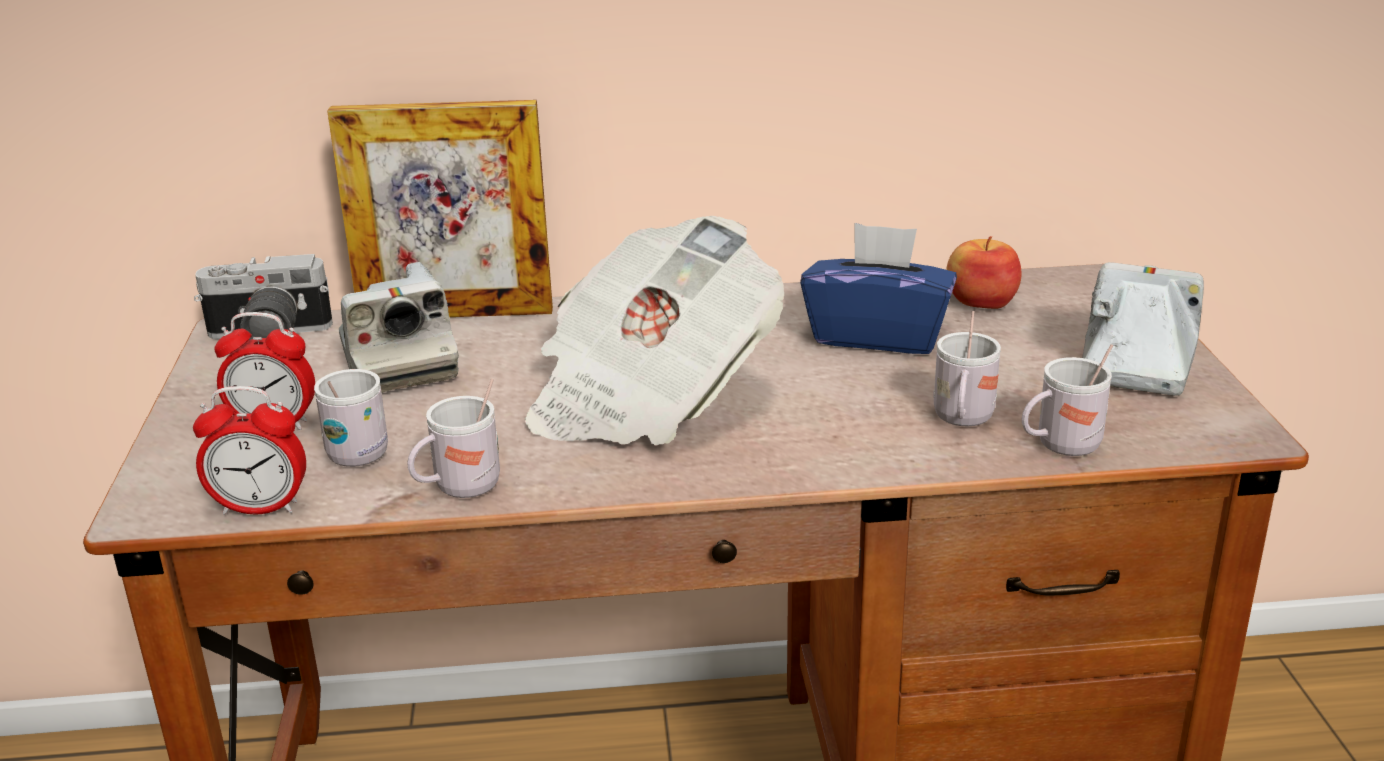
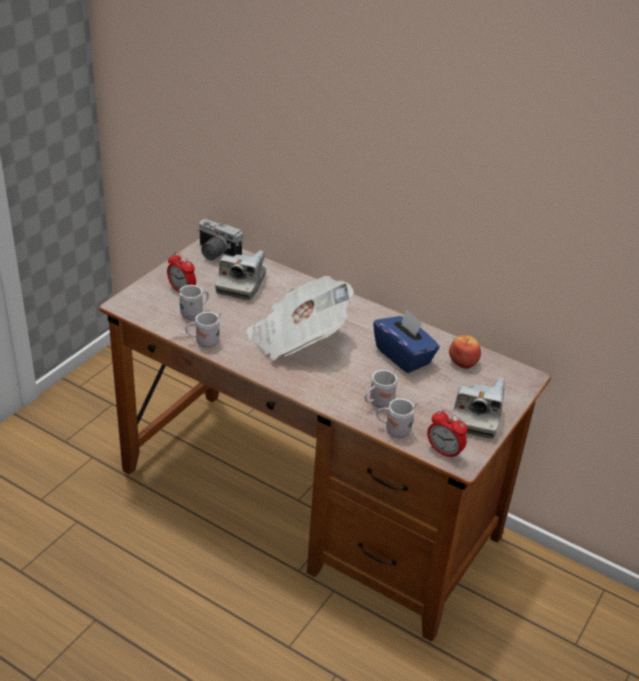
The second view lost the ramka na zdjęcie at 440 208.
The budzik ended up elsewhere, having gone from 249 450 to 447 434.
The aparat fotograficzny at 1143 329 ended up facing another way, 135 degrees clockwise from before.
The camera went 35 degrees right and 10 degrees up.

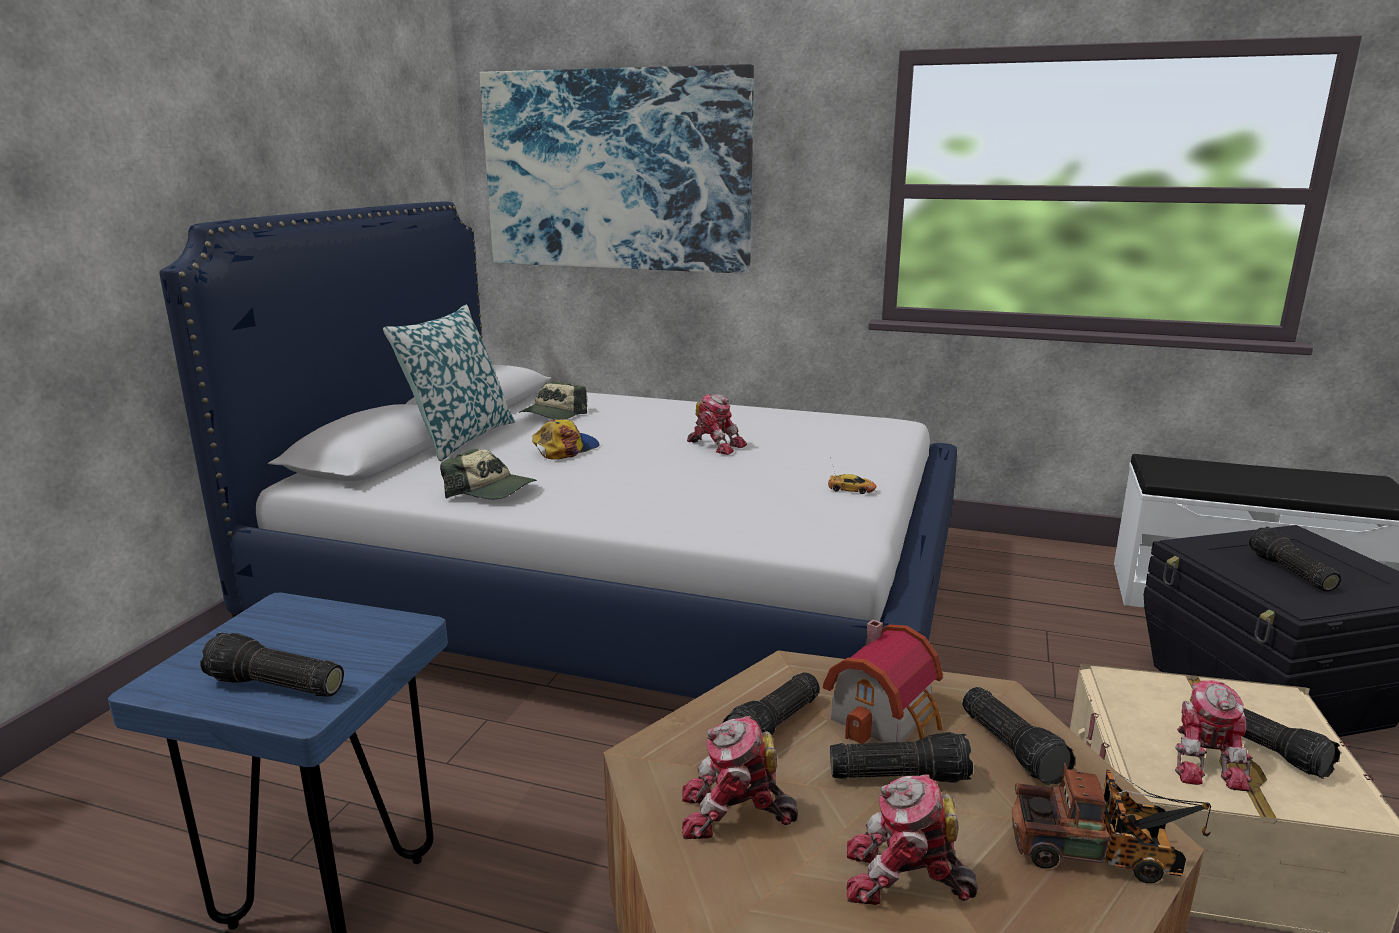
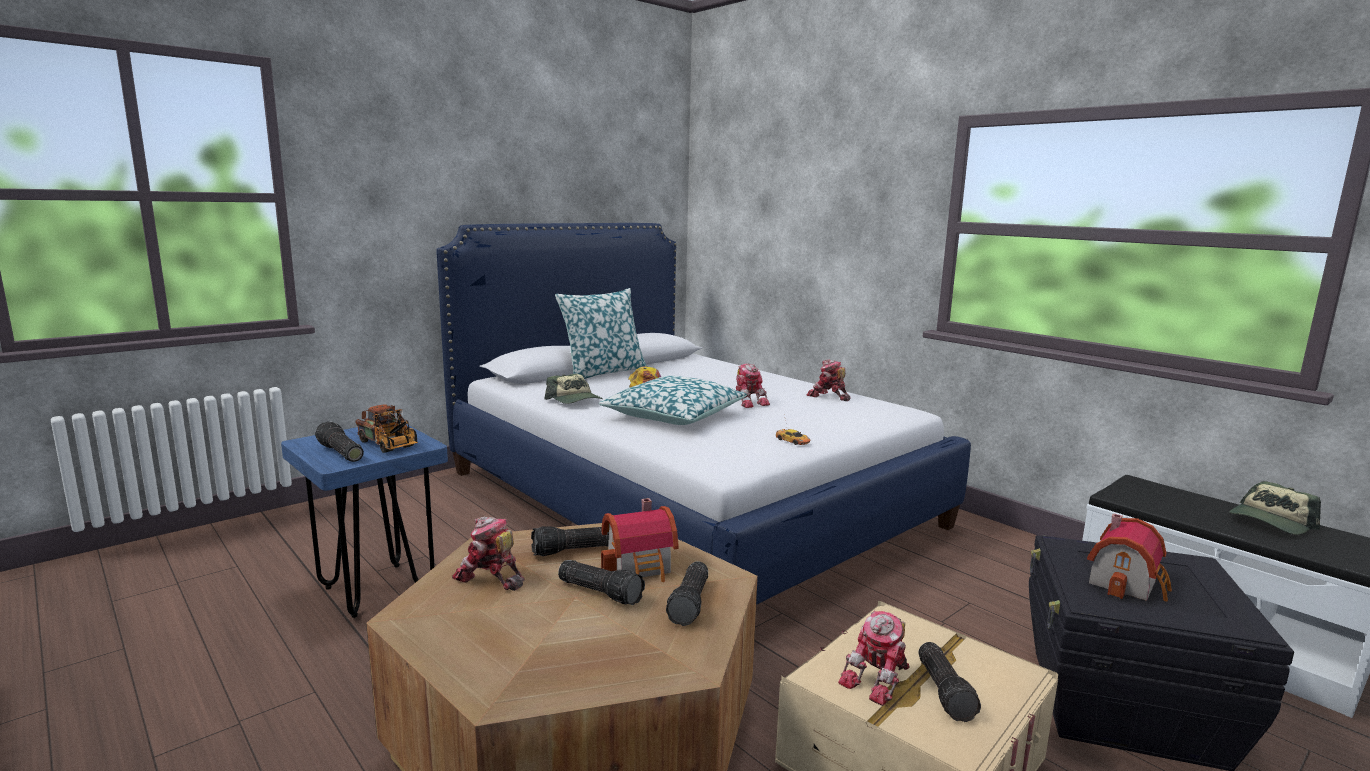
The second view lost the obraz at 617 169.
The second view gained the poduszka at 673 400.
The czapka z daszkiem ended up elsewhere, having gone from 553 400 to 1275 508.
The robot zabawkowy ended up elsewhere, having gone from 912 840 to 828 380.
The ciężarówka zabawkowa ended up elsewhere, having gone from 1111 823 to 386 428.
Where the latarka stood at 1294 559, the domek came to stand at 1129 557.
The camera went 30 degrees right and 5 degrees down.

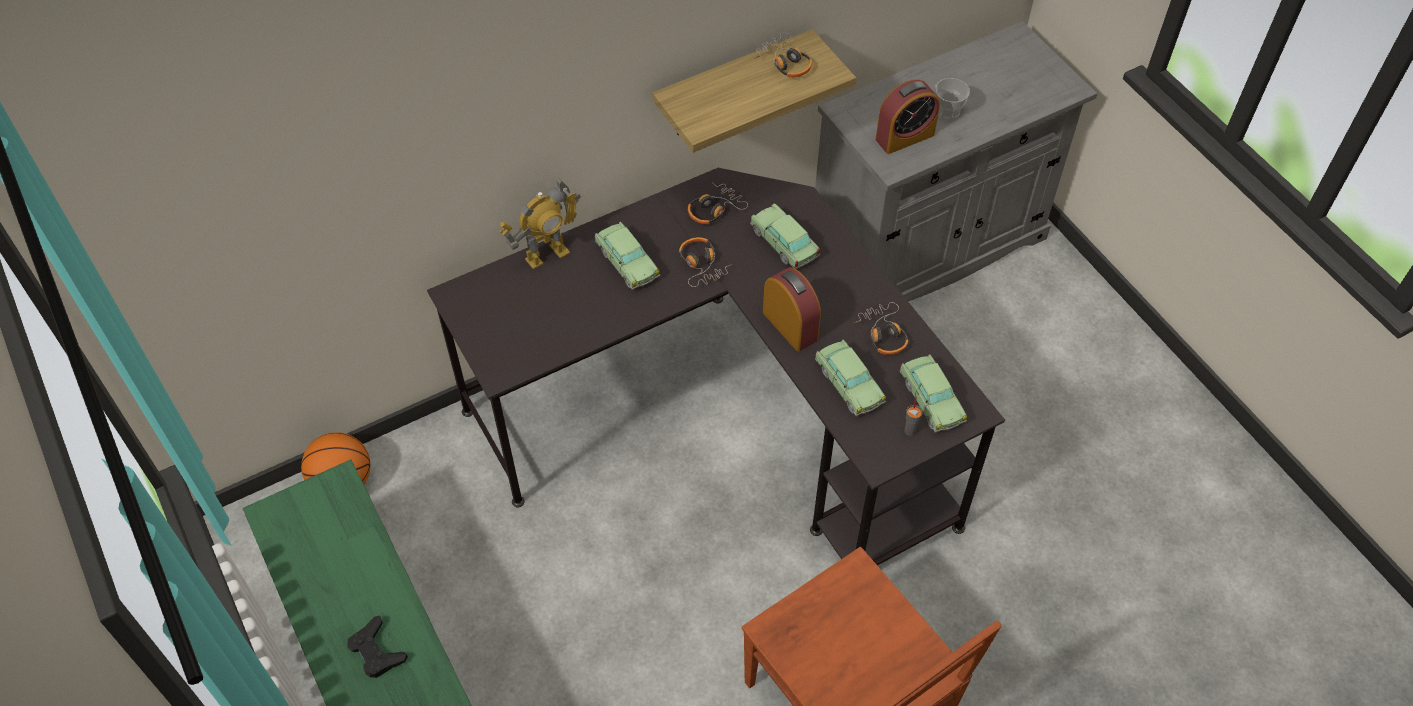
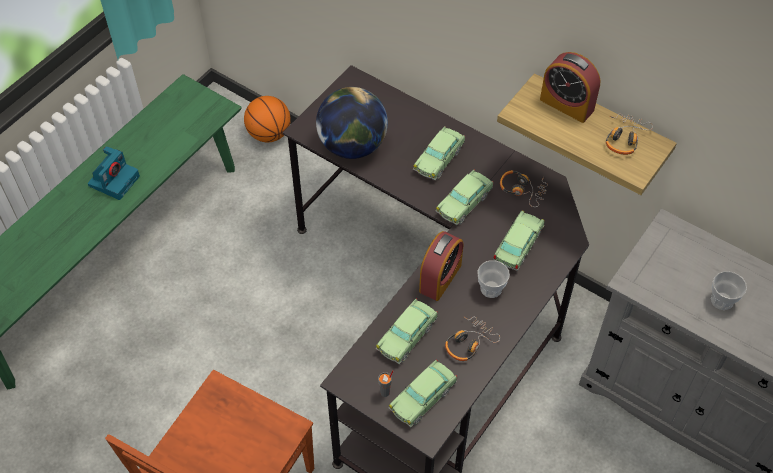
The second view lost the robot zabawkowy at 540 224.
The second view gained the globus at 352 123.
The second view gained the filiżanka at 493 279.
The budzik ended up elsewhere, having gone from 908 116 to 570 87.
Where the pad do gier/czarny stood at 377 647, the aparat fotograficzny came to stand at 114 173.
Where the słuchawki stood at 705 262, the samochodzik came to stand at 464 197.
The camera went 65 degrees right and 0 degrees up.

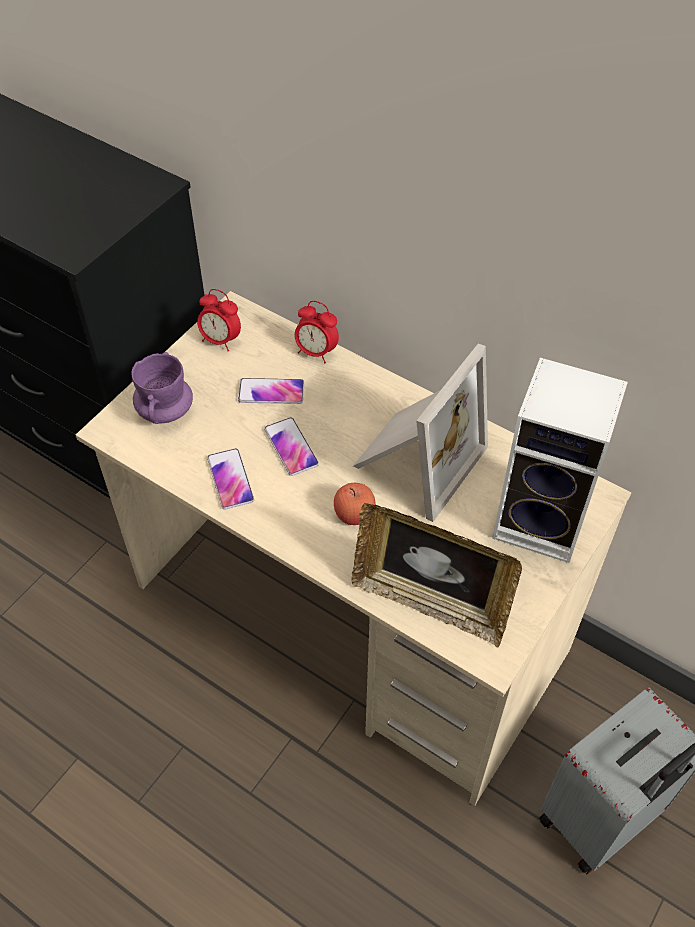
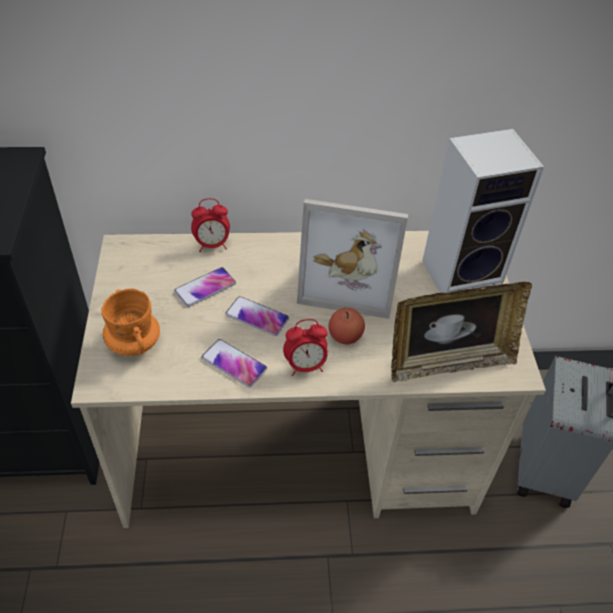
The budzik ended up elsewhere, having gone from 219 320 to 305 347.
What was the kubek/fioletowy at 162 388 turned into the kubek/pomarańczowy at 130 322.
The ramka na zdjęcie at 420 433 ended up facing another way, 105 degrees clockwise from before.
The camera went 40 degrees left and 5 degrees down.

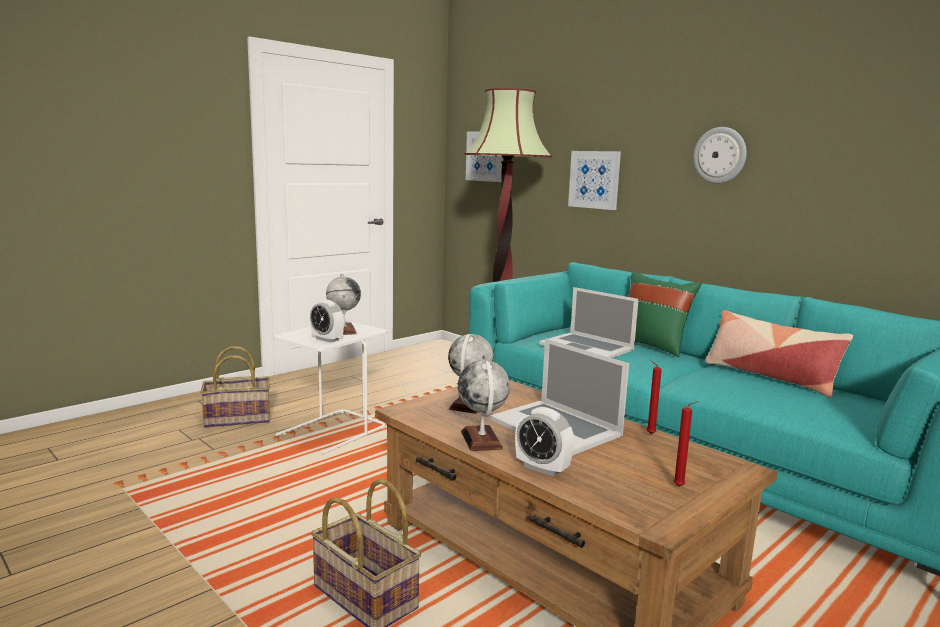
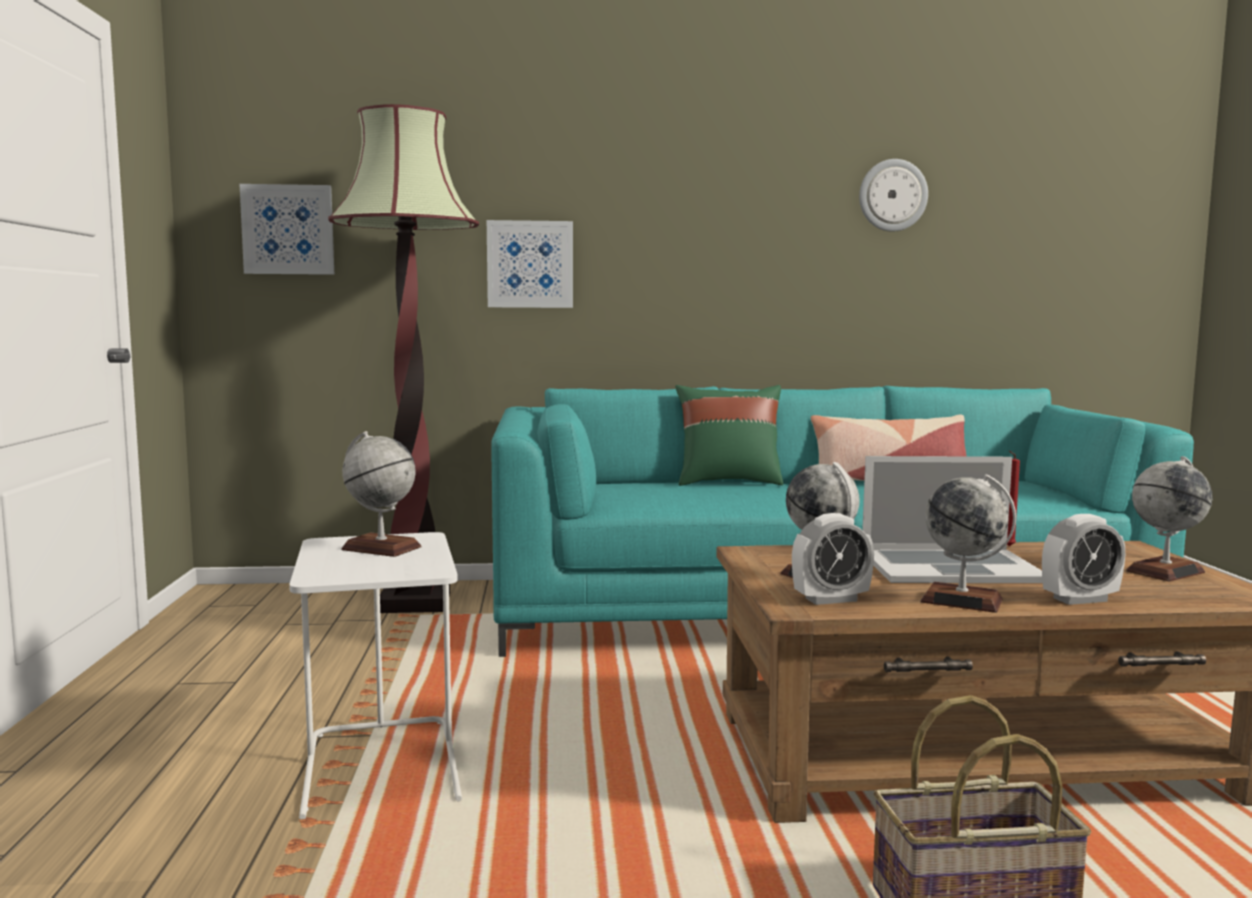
The second view lost the koszyk at 235 387.
The second view lost the laptop at 589 322.
The budzik ended up elsewhere, having gone from 327 321 to 833 559.
The zegar ścienny ended up elsewhere, having gone from 720 155 to 893 195.
Where the świeca/czerwony stood at 686 444, the globus came to stand at 1169 518.
The camera went 50 degrees left and 5 degrees down.

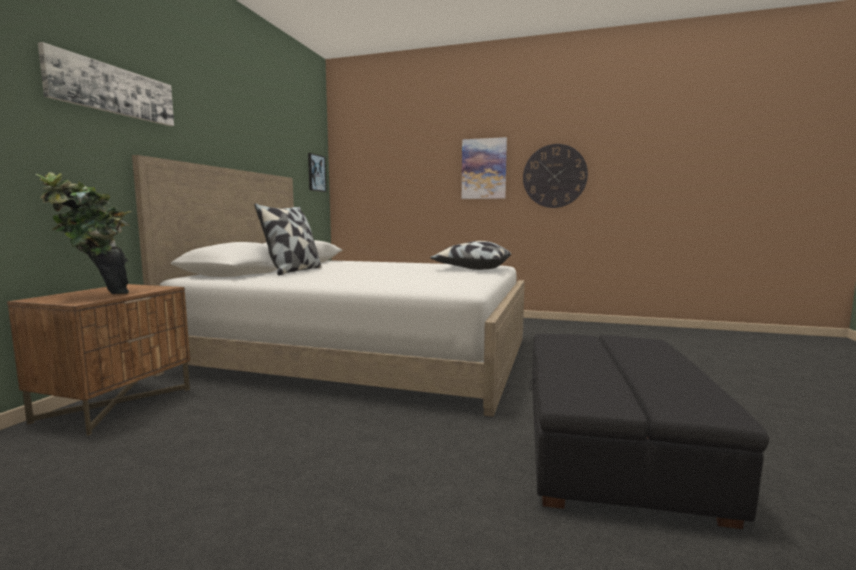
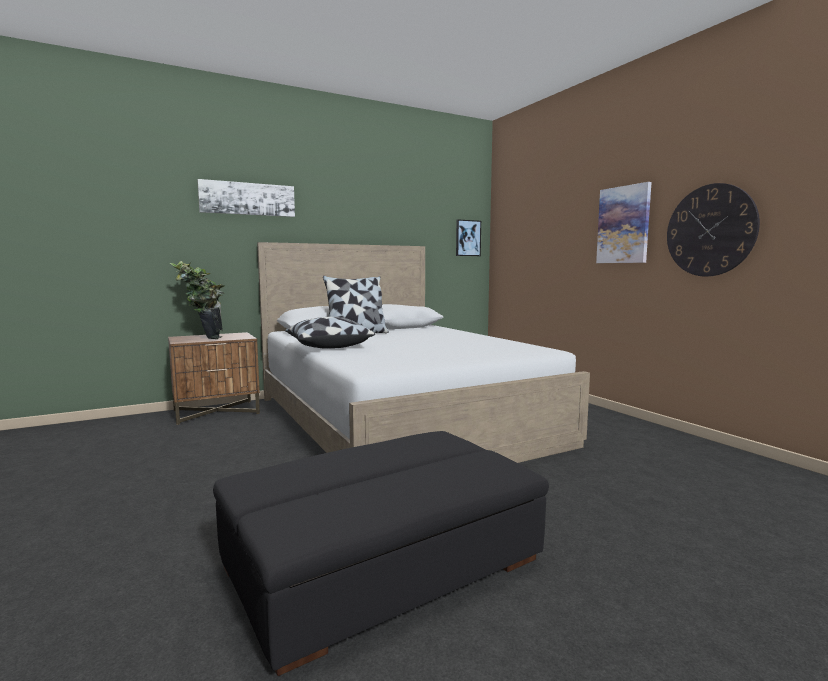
The poduszka ended up elsewhere, having gone from 470 255 to 330 332.
The camera went 45 degrees right and 0 degrees up.

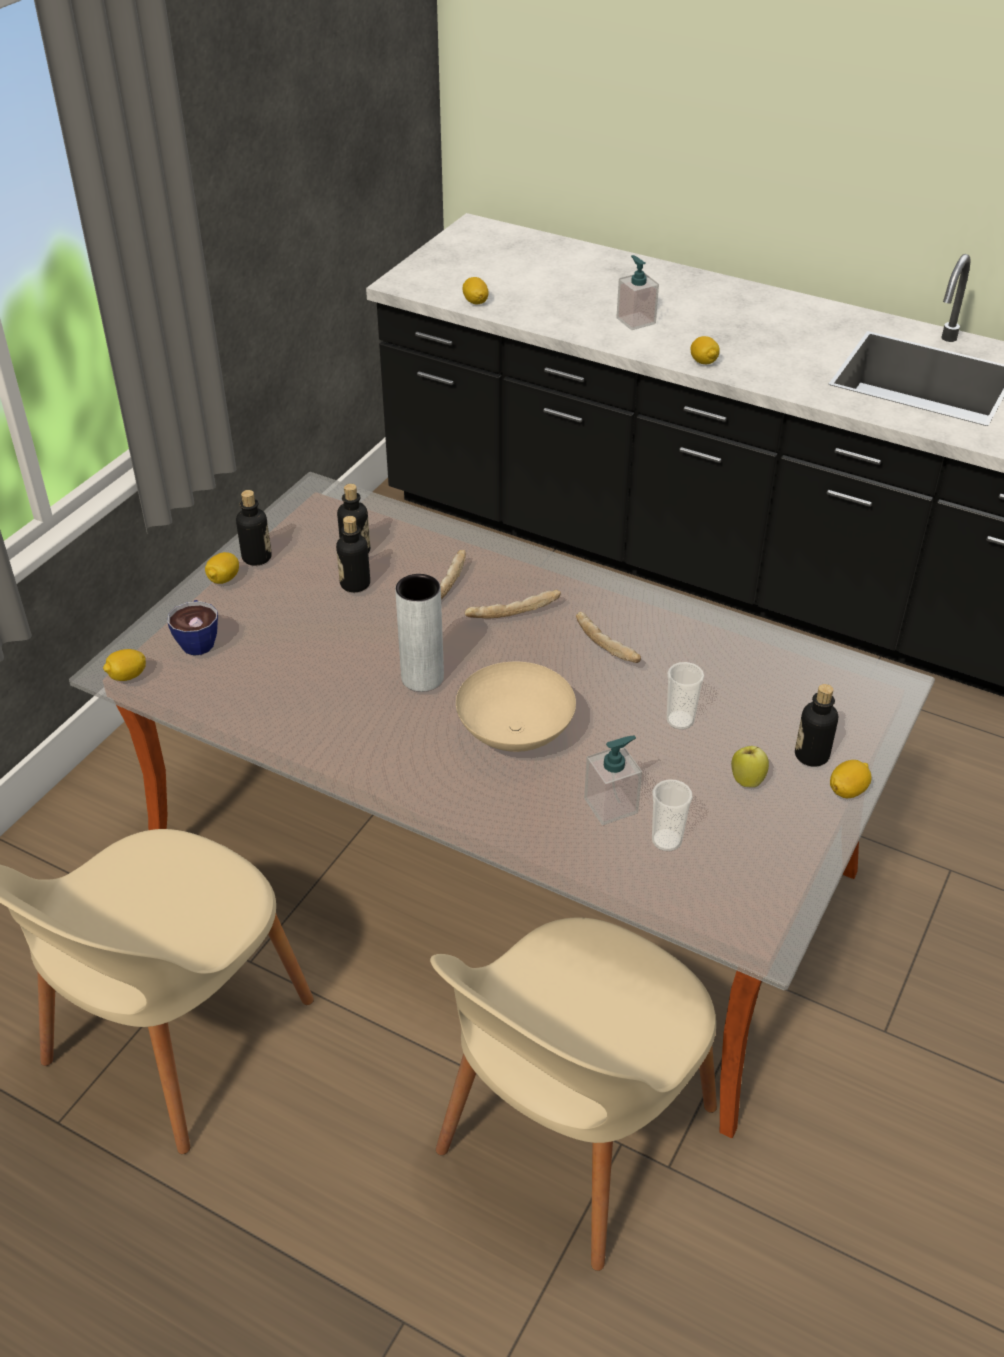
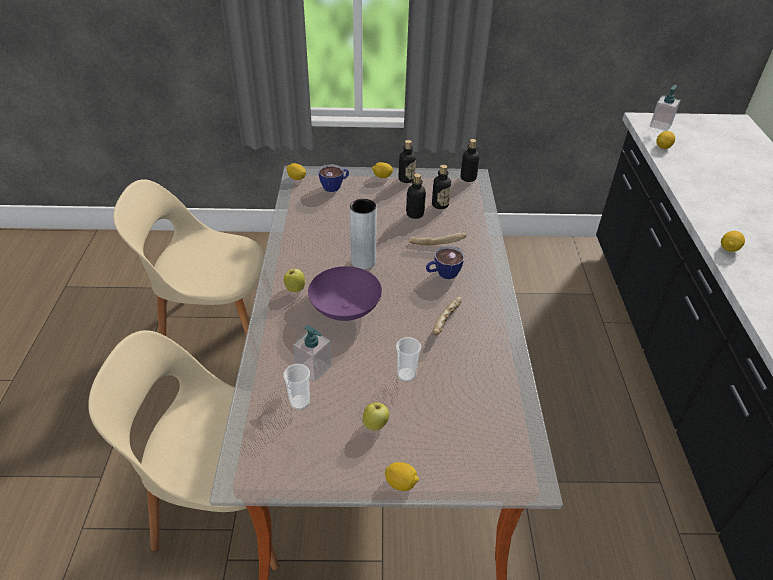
The second view gained the jabłko at 294 279.
The dozownik mydła ended up elsewhere, having gone from 637 292 to 665 108.
The butelka ended up elsewhere, having gone from 816 725 to 470 160.
Where the chleb stood at 513 604, the filiżanka came to stand at 445 262.
What was the miska/beżowy at 516 707 turned into the miska/fioletowy at 345 293.
The camera went 60 degrees right and 0 degrees up.

